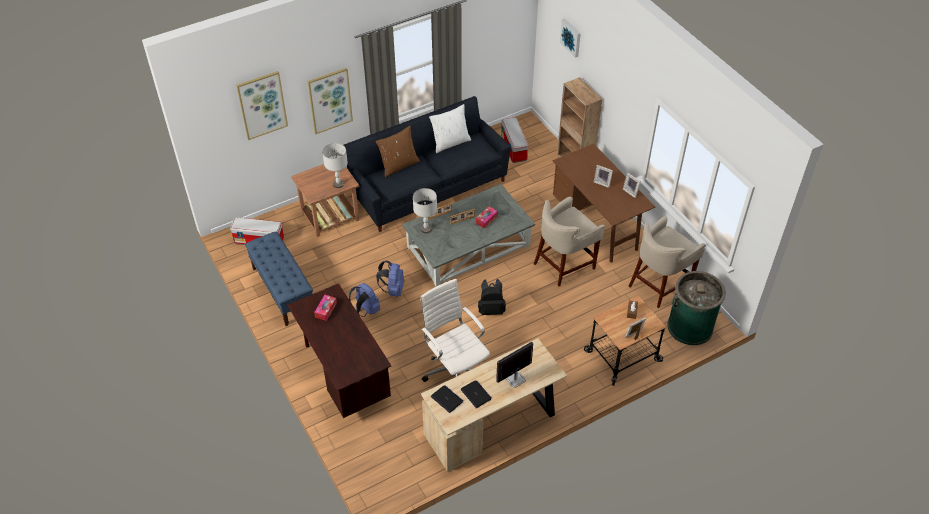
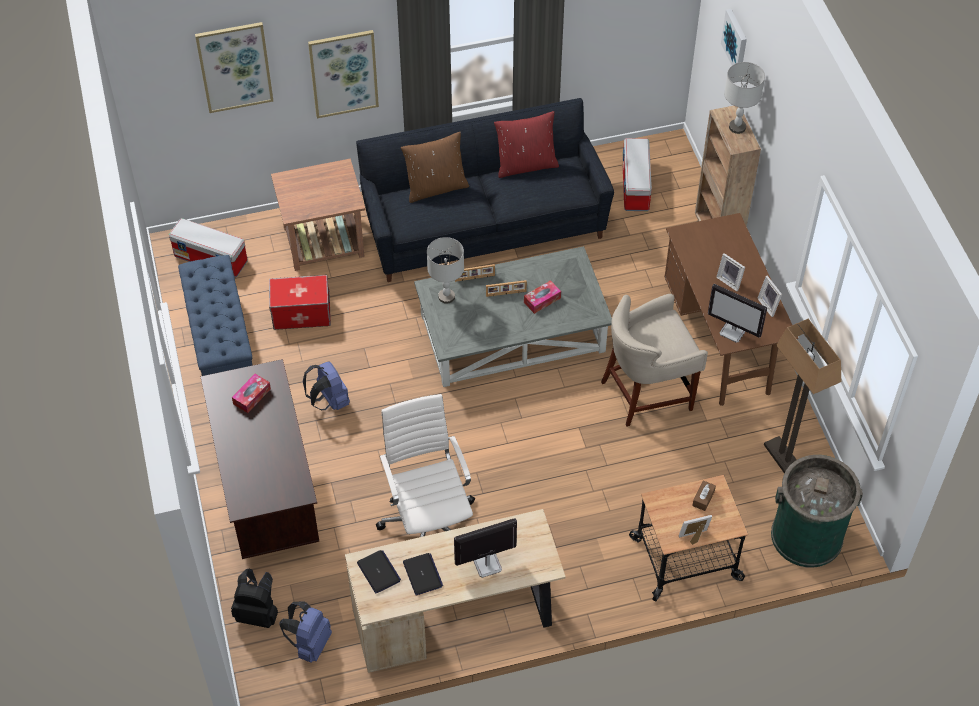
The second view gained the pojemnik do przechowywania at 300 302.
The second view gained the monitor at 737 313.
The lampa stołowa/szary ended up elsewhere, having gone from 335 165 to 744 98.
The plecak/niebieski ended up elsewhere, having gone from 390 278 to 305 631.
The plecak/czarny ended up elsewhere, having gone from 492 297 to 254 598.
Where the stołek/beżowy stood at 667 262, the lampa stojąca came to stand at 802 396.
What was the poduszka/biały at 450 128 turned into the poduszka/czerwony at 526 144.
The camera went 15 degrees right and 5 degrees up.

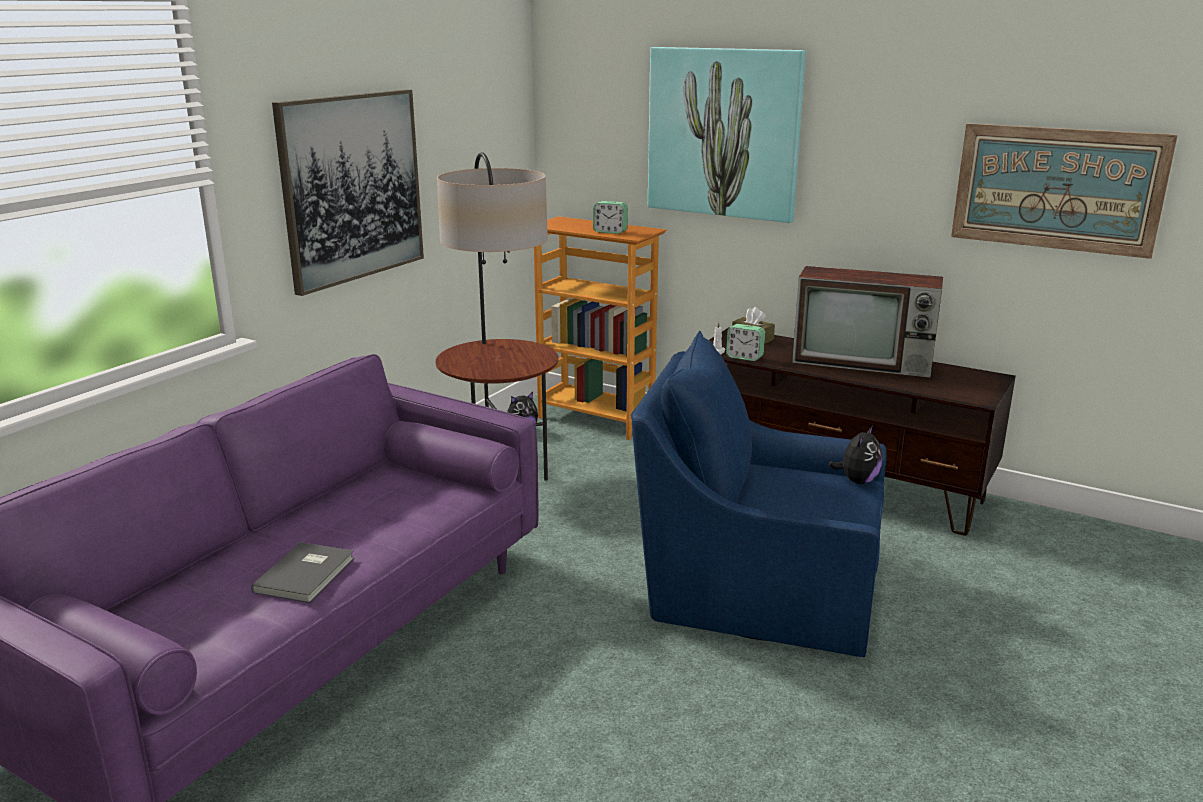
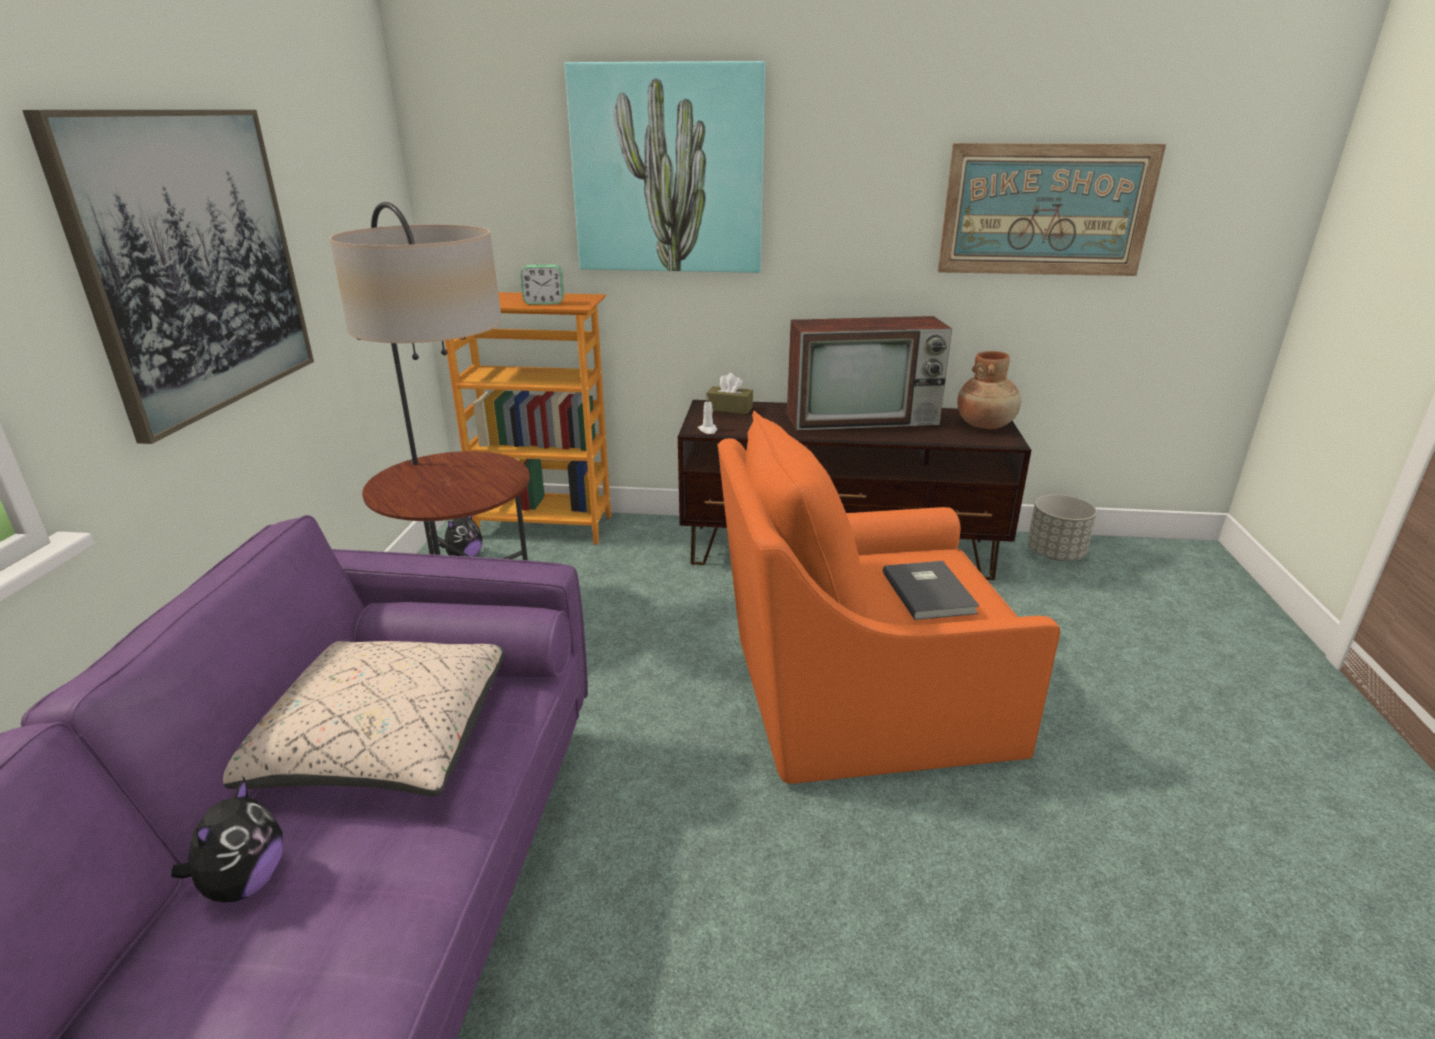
The second view lost the budzik at 745 342.
The second view gained the poduszka/beżowy at 363 718.
The second view gained the wazon/brązowy at 989 390.
The second view gained the donica/szary at 1062 527.
The książka/szary ended up elsewhere, having gone from 302 572 to 931 590.
The pluszak ended up elsewhere, having gone from 855 454 to 227 839.
What was the fotel/niebieski at 759 494 turned into the fotel/pomarańczowy at 888 597.
The camera went 25 degrees left and 5 degrees up.

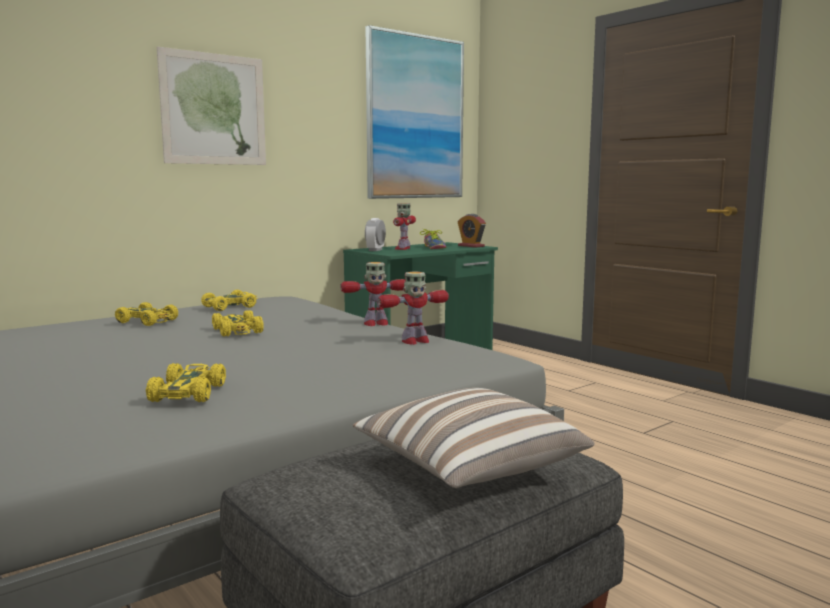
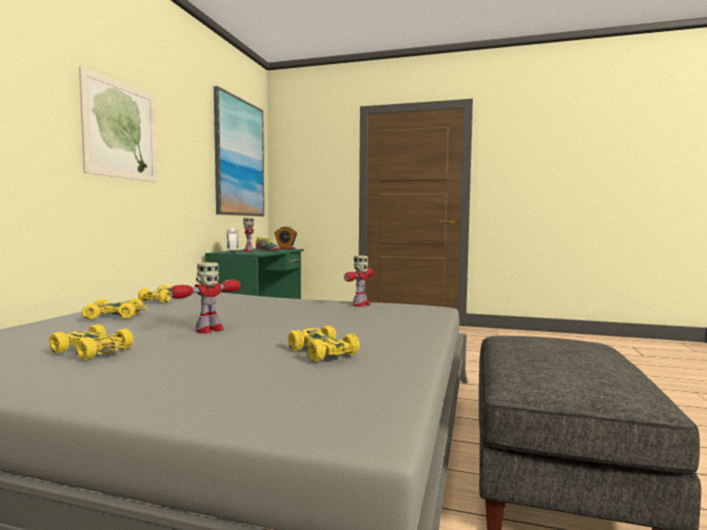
The second view lost the poduszka at 474 438.
The samochodzik/żółty ended up elsewhere, having gone from 238 323 to 91 342.
The robot zabawkowy ended up elsewhere, having gone from 373 294 to 204 297.
The camera went 35 degrees left and 5 degrees down.

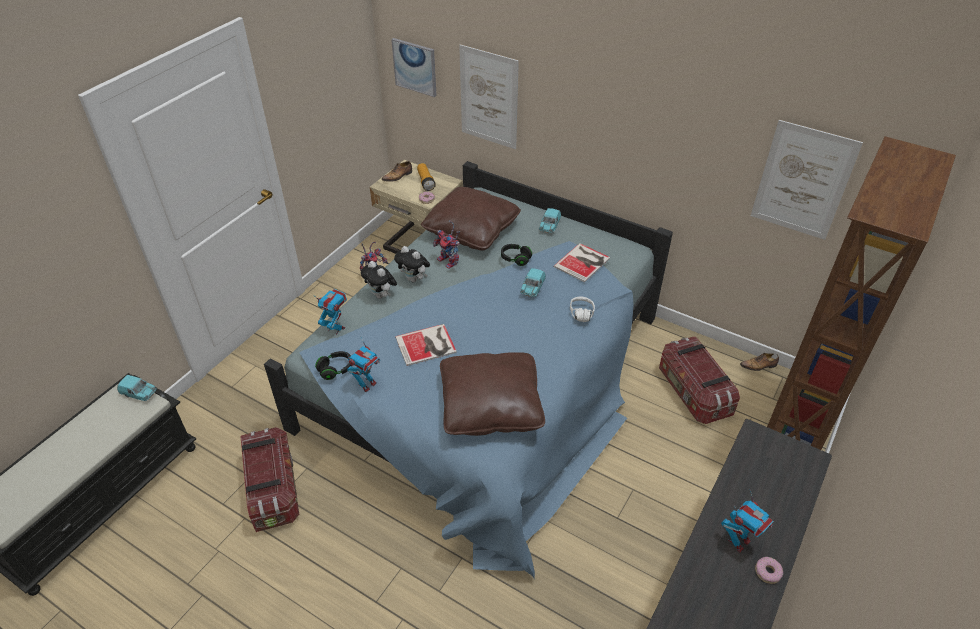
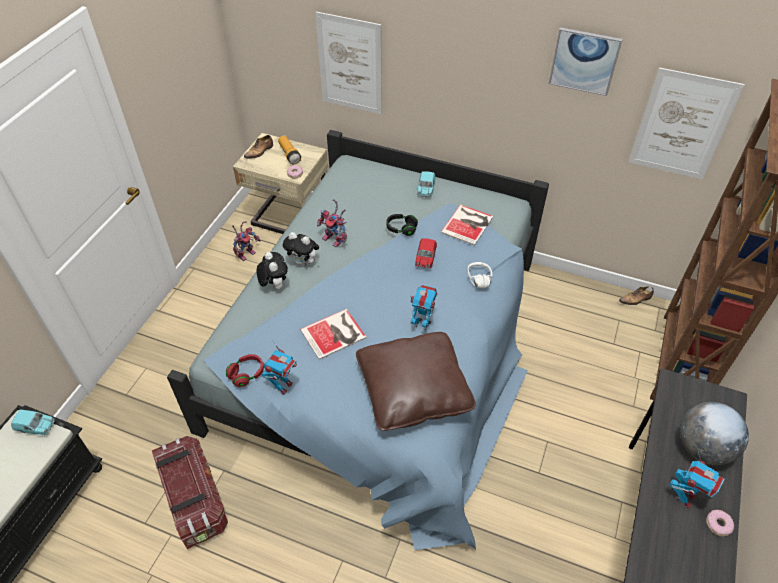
The second view lost the poduszka/brązowy at 471 219.
The second view lost the pojemnik do przechowywania at 699 380.
The second view gained the globus at 714 433.
The robot zabawkowy ended up elsewhere, having gone from 330 311 to 424 307.
The obraz ended up elsewhere, having gone from 414 67 to 586 61.
What was the słuchawki/czarny at 333 365 turned into the słuchawki/czerwony at 245 370.
What was the samochodzik/turkusowy at 533 282 turned into the samochodzik/czerwony at 426 253.
The pluszak at 379 280 ended up facing another way, 150 degrees counterclockwise from before.
The camera went 10 degrees left and 5 degrees up.

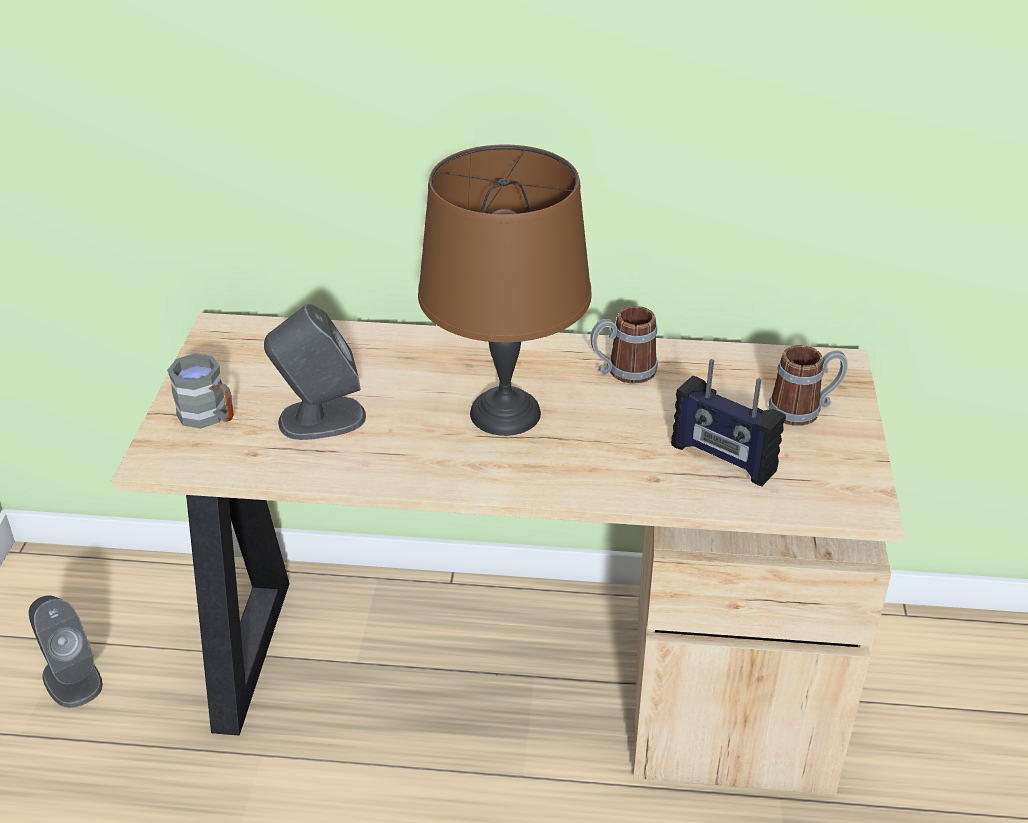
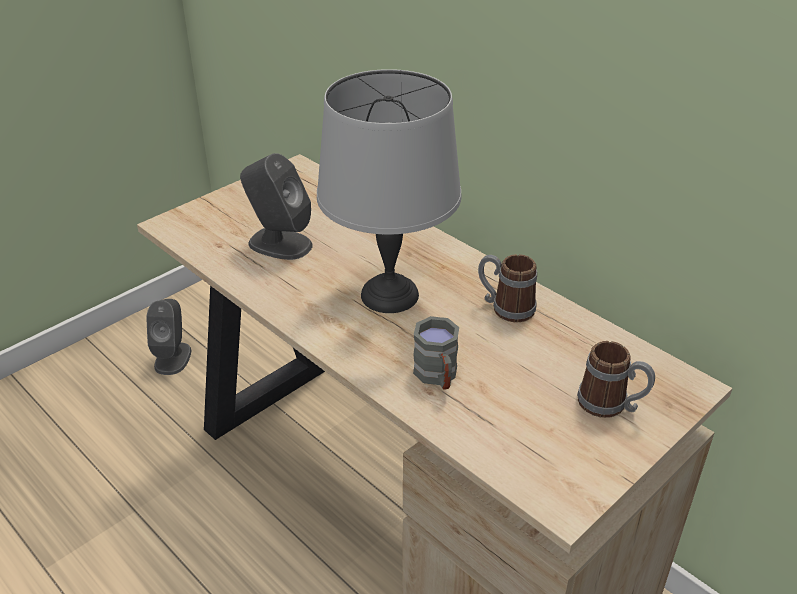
The second view lost the radio at 728 422.
The kubek/szary ended up elsewhere, having gone from 200 390 to 436 352.
What was the lampa stołowa/brązowy at 504 290 turned into the lampa stołowa/szary at 389 191.
The camera went 40 degrees right and 0 degrees up.

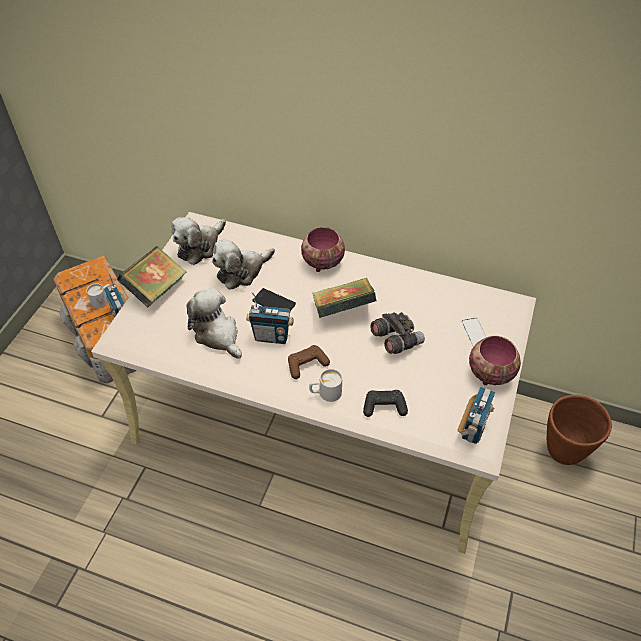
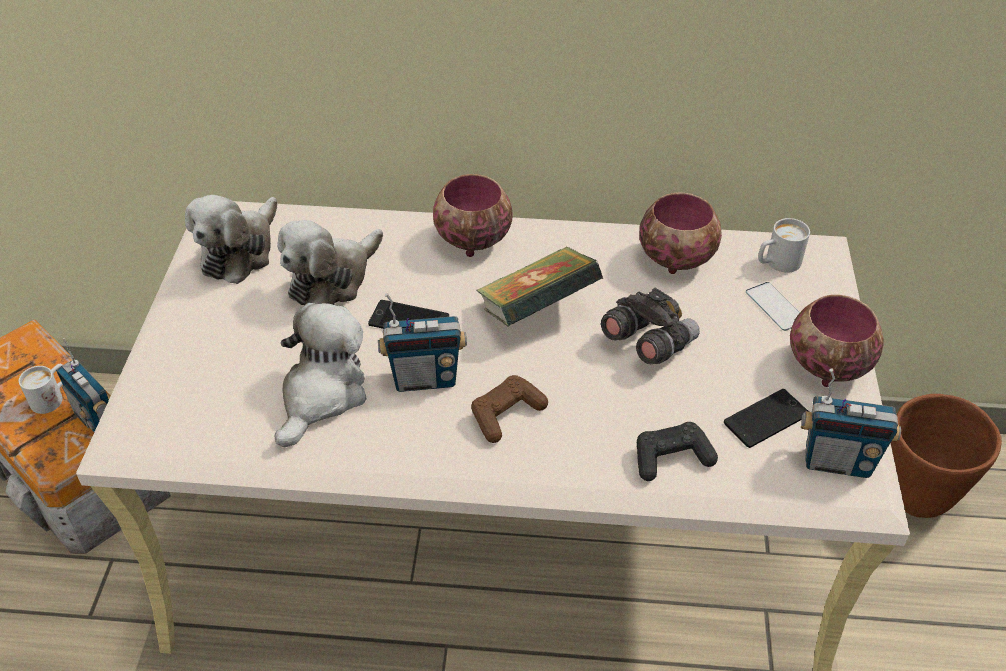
The second view lost the książka at 151 276.
The second view gained the miska at 680 233.
The second view gained the telefon at 766 418.
The kubek/biały ended up elsewhere, having gone from 325 385 to 784 245.
The pluszak at 214 323 ended up facing another way, 75 degrees clockwise from before.
The radio at 476 415 ended up facing another way, 90 degrees clockwise from before.
The camera went 15 degrees left and 5 degrees down.

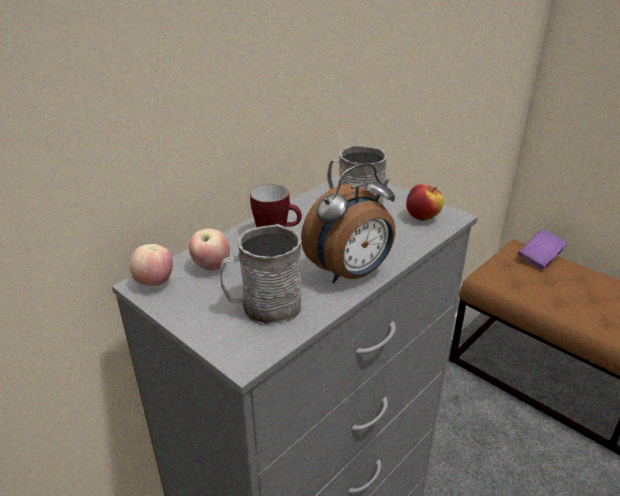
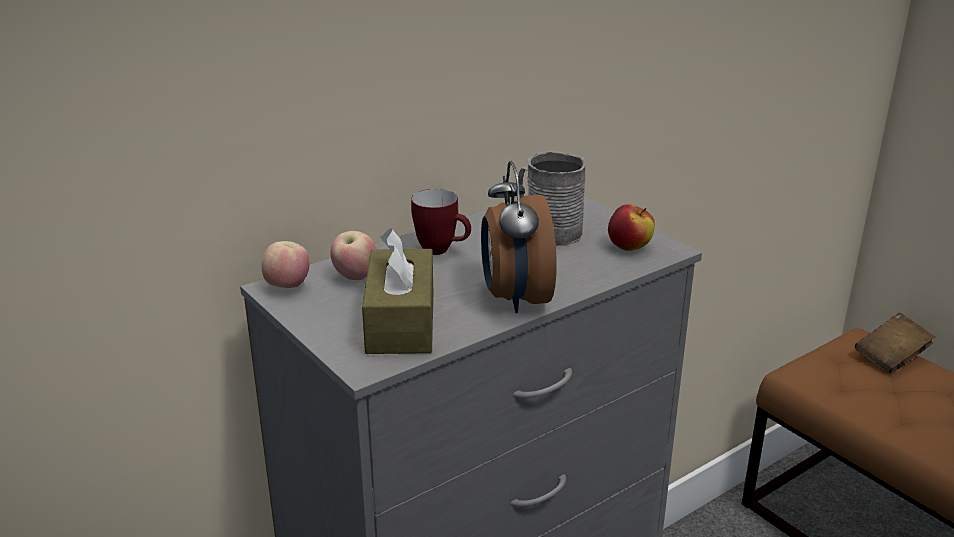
Where the kubek/szary stood at 261 274, the pudełko chusteczek/brązowy came to stand at 397 291.
What was the książka/fioletowy at 543 249 turned into the książka/brązowy at 895 343.
The budzik at 348 223 ended up facing another way, 105 degrees clockwise from before.
The camera went 10 degrees right and 5 degrees down.

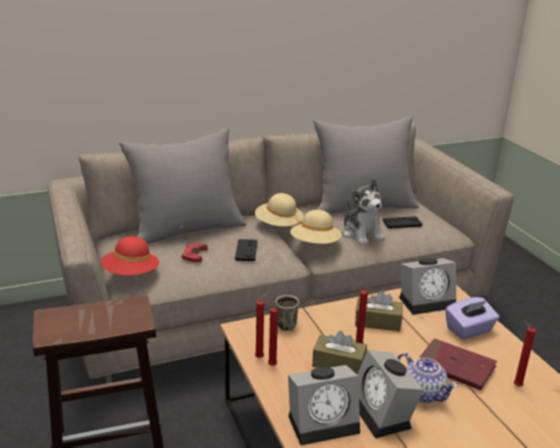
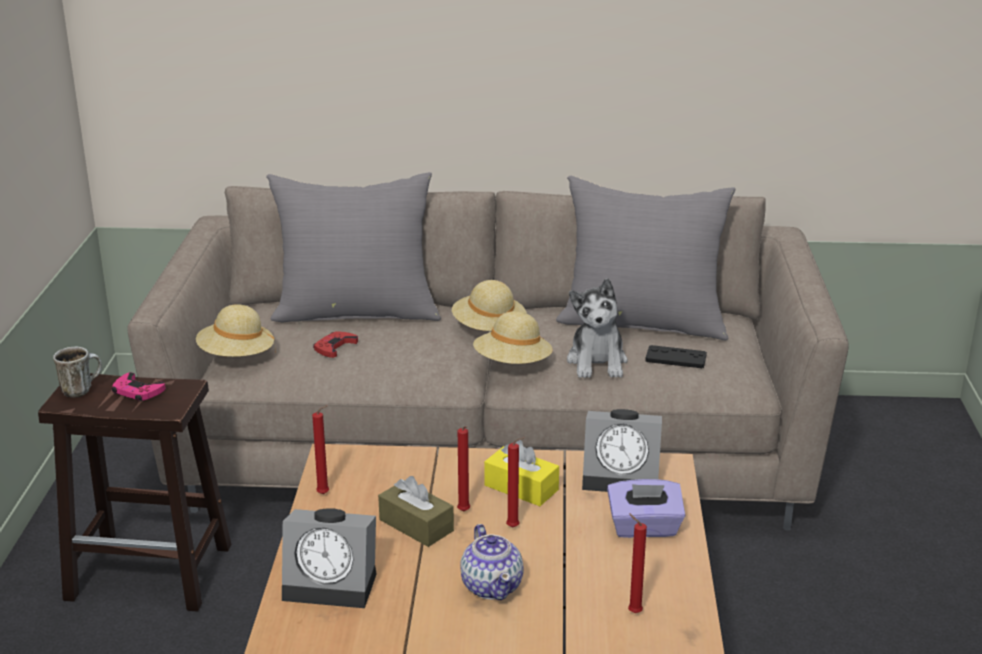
The second view lost the pad do gier/czarny at 246 250.
The second view lost the budzik at 390 394.
The second view lost the książka/czerwony at 458 364.
The second view gained the pad do gier/różowy at 138 386.
The świeca/czerwony ended up elsewhere, having gone from 275 334 to 515 482.
The kubek ended up elsewhere, having gone from 287 313 to 77 372.
What was the kapelusz/czerwony at 129 256 turned into the kapelusz/beżowy at 236 330.
What was the pudełko chusteczek/brązowy at 379 311 turned into the pudełko chusteczek/żółty at 521 473.
The camera went 25 degrees right and 0 degrees up.

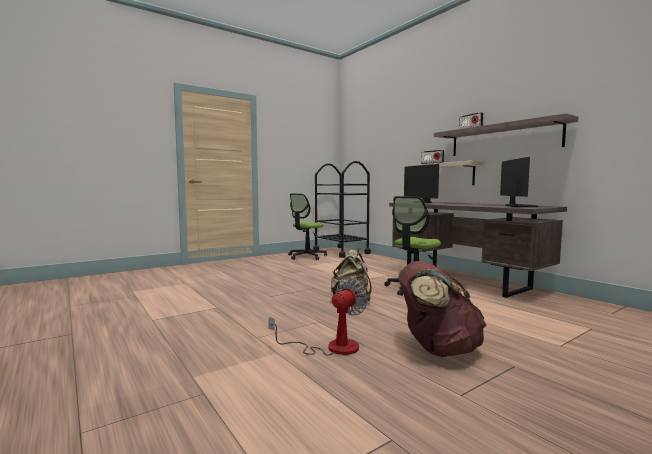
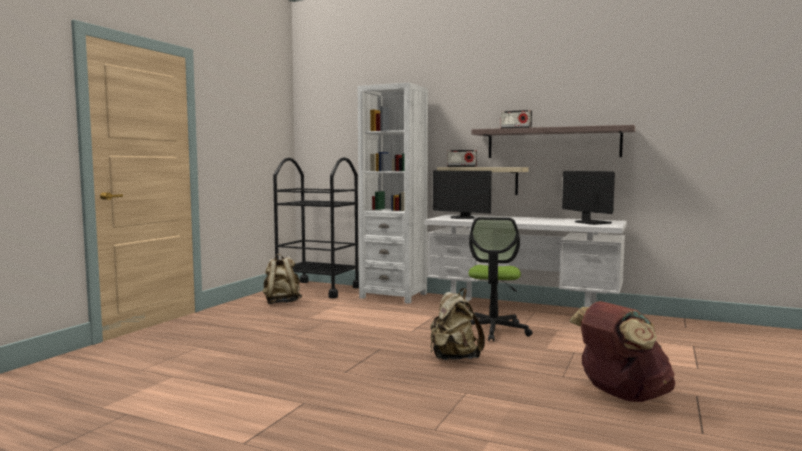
The second view lost the wentylator at 318 317.
The second view gained the regał/biały at 393 193.
Where the krzesło biurowe stood at 307 227, the plecak/beżowy came to stand at 282 279.
What was the biurko/brązowy at 478 250 turned into the biurko/biały at 525 260.
The camera went 30 degrees left and 0 degrees up.

